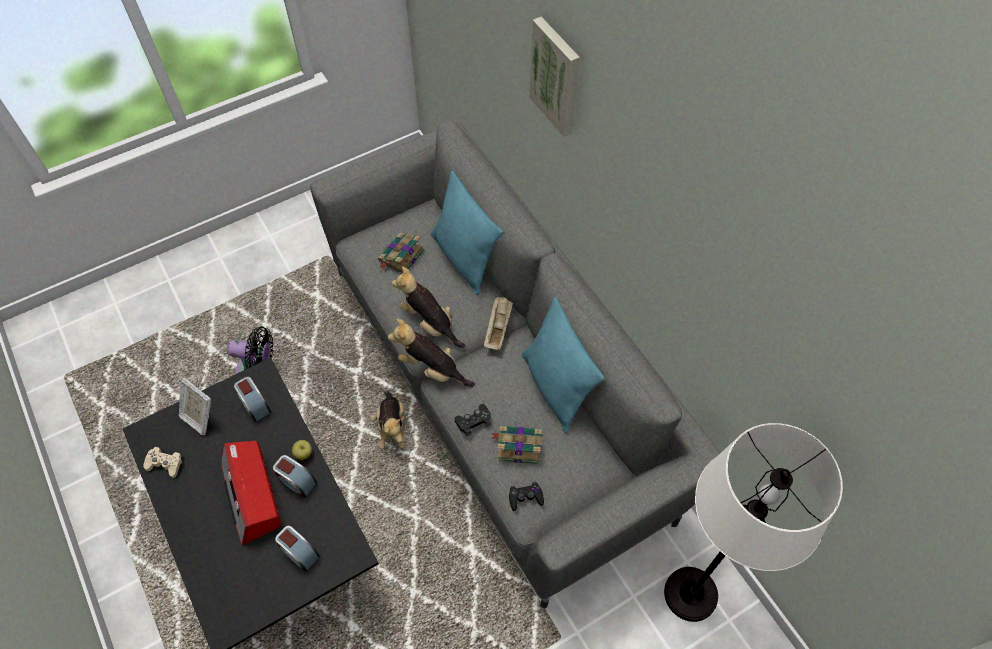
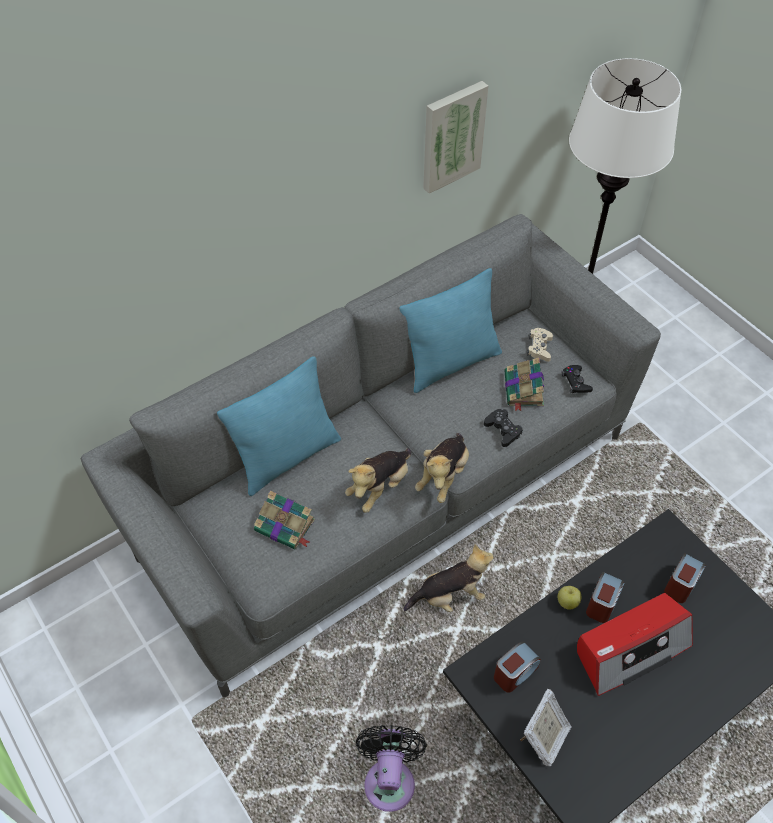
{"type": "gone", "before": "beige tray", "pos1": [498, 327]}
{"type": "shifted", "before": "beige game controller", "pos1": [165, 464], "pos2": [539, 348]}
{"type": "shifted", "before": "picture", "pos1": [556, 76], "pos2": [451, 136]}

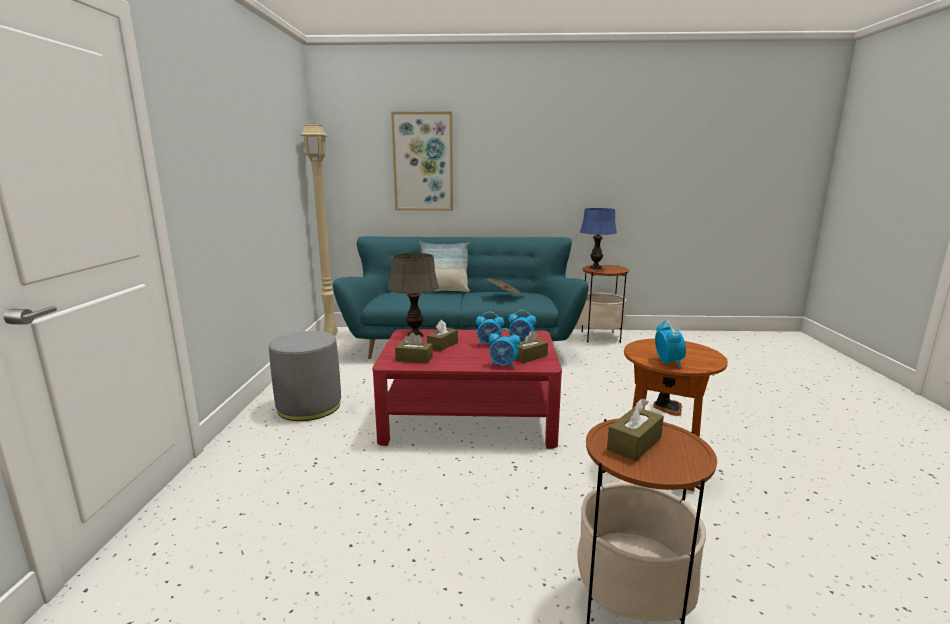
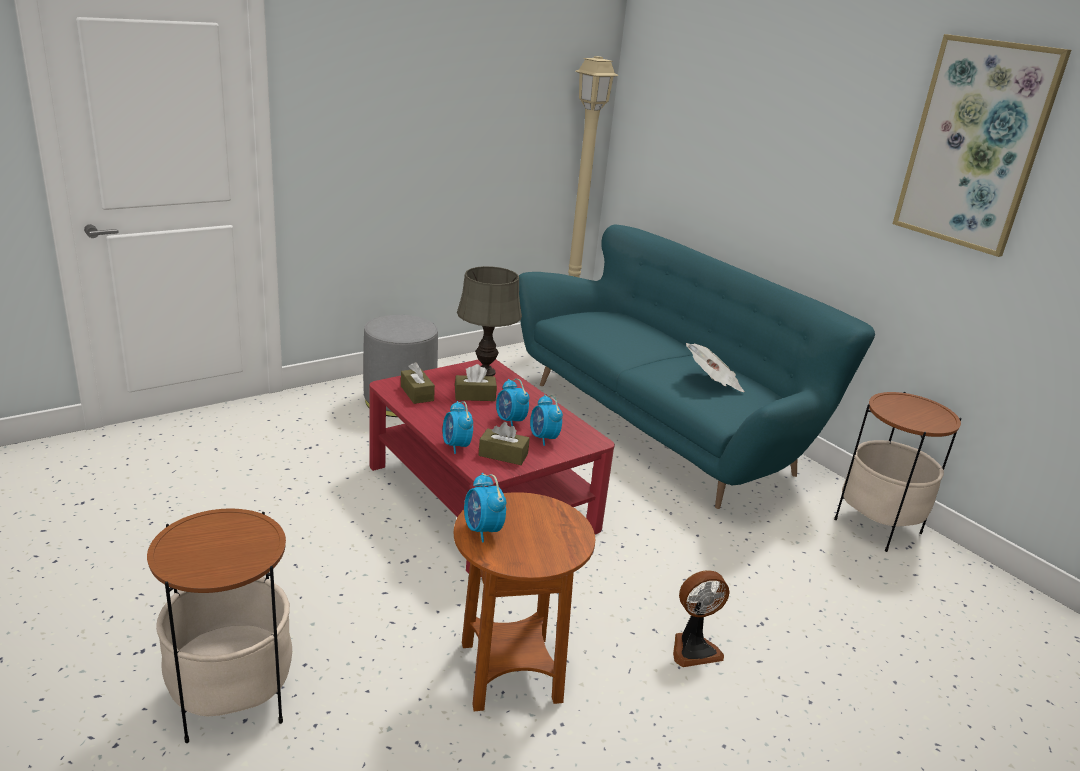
{"type": "gone", "before": "pillow", "pos1": [444, 291]}
{"type": "gone", "before": "blue table lamp", "pos1": [595, 267]}
{"type": "gone", "before": "brown tissue box", "pos1": [634, 443]}
{"type": "shifted", "before": "picture", "pos1": [423, 162], "pos2": [975, 145]}
{"type": "rotated", "before": "alarm clock", "pos1": [668, 362], "pos2": [483, 530], "turn": 105}

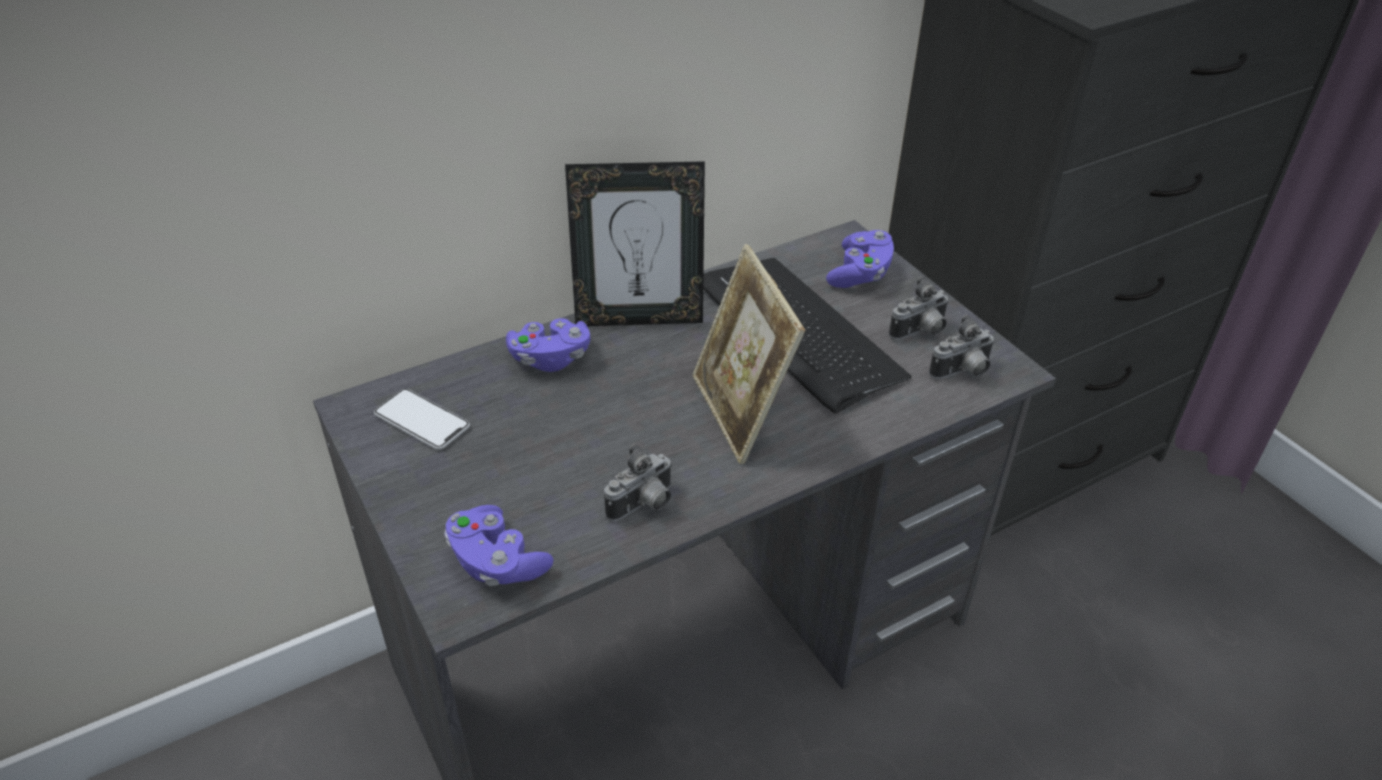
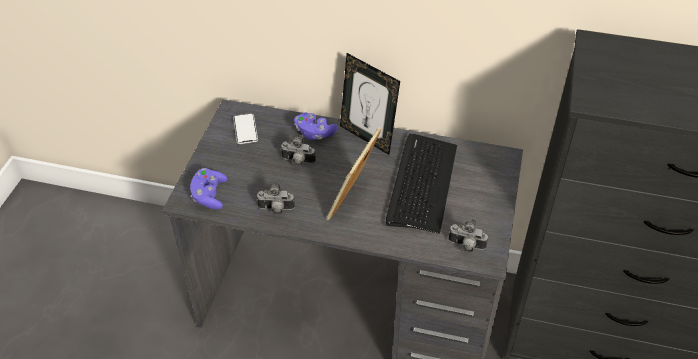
{"type": "gone", "before": "purple game controller", "pos1": [860, 274]}
{"type": "shifted", "before": "photo camera", "pos1": [920, 332], "pos2": [297, 162]}

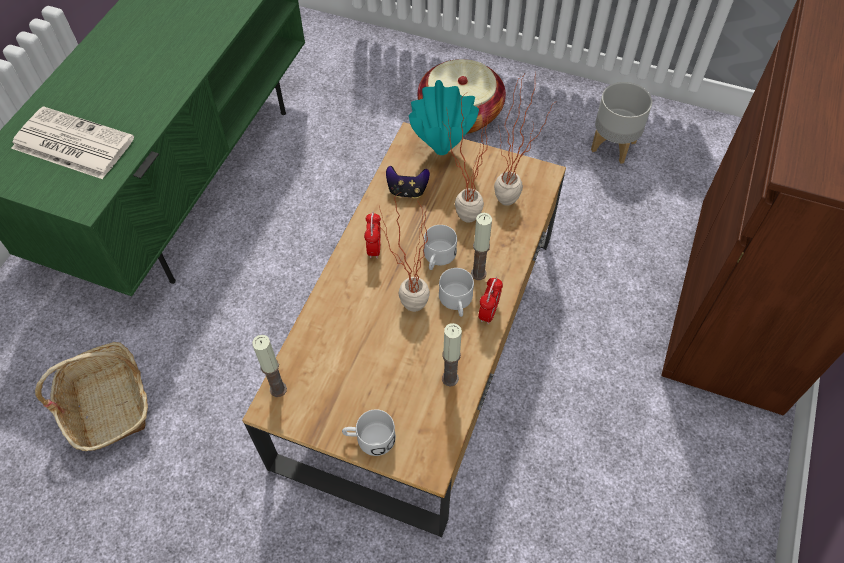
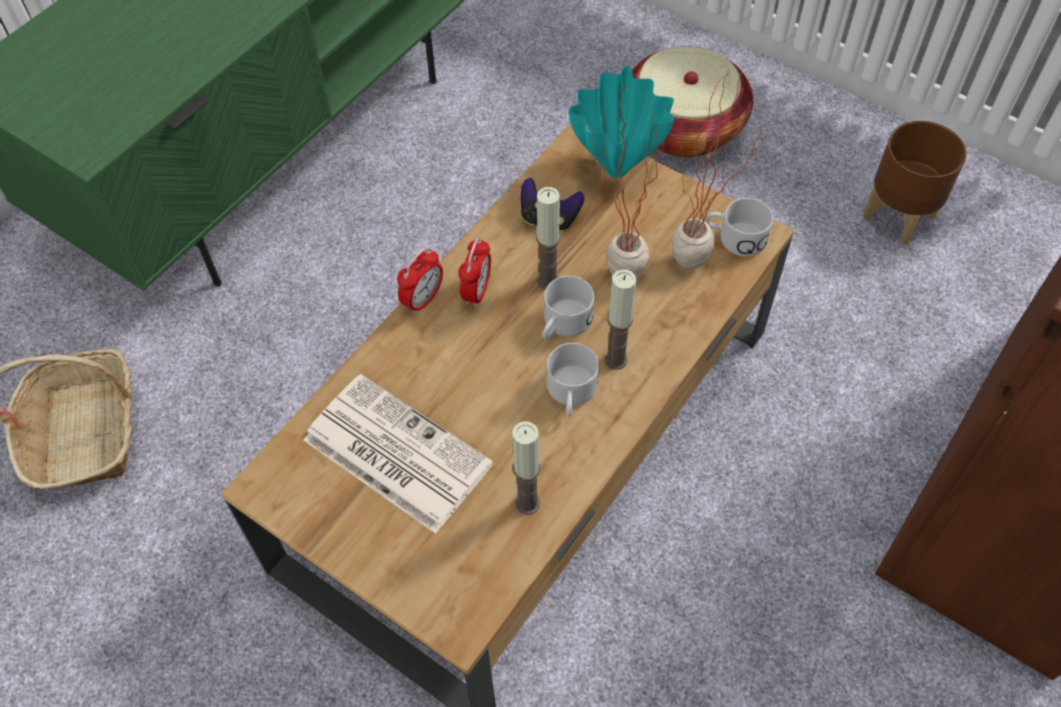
{"type": "gone", "before": "potted plant", "pos1": [404, 307]}
{"type": "shifted", "before": "newspaper", "pos1": [71, 144], "pos2": [394, 452]}
{"type": "shifted", "before": "candle", "pos1": [278, 389], "pos2": [547, 280]}
{"type": "shifted", "before": "white mug", "pos1": [369, 438], "pos2": [734, 238]}
{"type": "shifted", "before": "alarm clock", "pos1": [488, 312], "pos2": [423, 300]}
{"type": "repainted", "before": "grey planter", "after": "brown planter", "pos1": [613, 147], "pos2": [898, 217]}

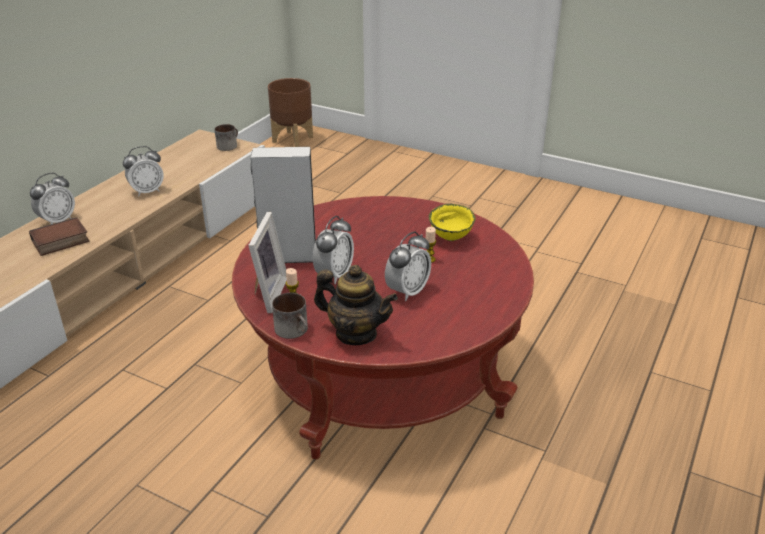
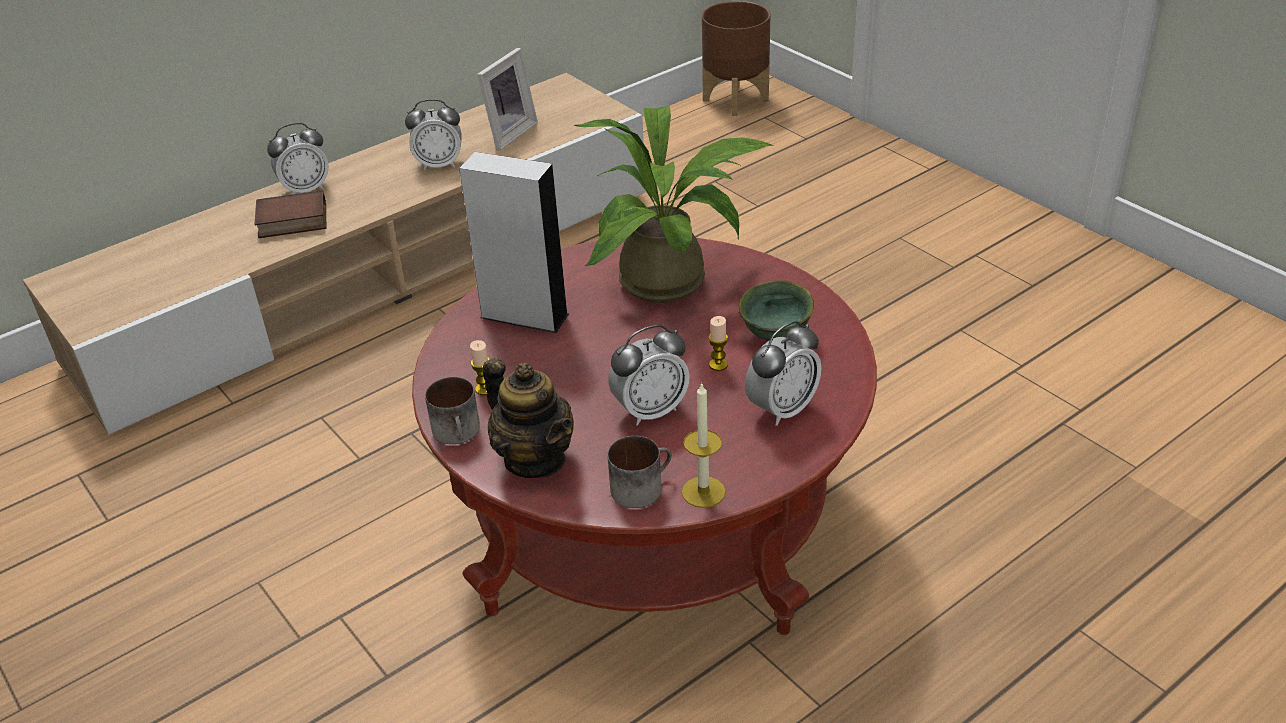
{"type": "new", "after": "potted plant", "pos2": [674, 281]}
{"type": "new", "after": "candle", "pos2": [703, 492]}
{"type": "shifted", "before": "mug", "pos1": [228, 145], "pos2": [641, 486]}
{"type": "shifted", "before": "picture frame", "pos1": [266, 293], "pos2": [507, 133]}
{"type": "shifted", "before": "alarm clock", "pos1": [334, 275], "pos2": [782, 409]}
{"type": "repainted", "before": "yellow bowl", "after": "green bowl", "pos1": [451, 238], "pos2": [777, 336]}

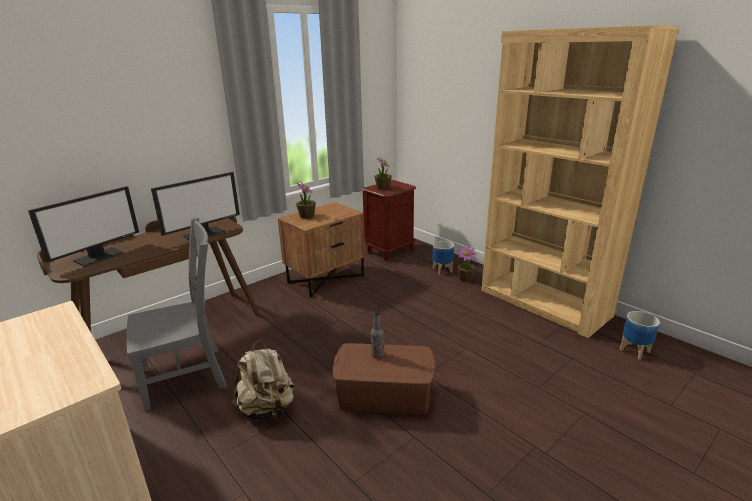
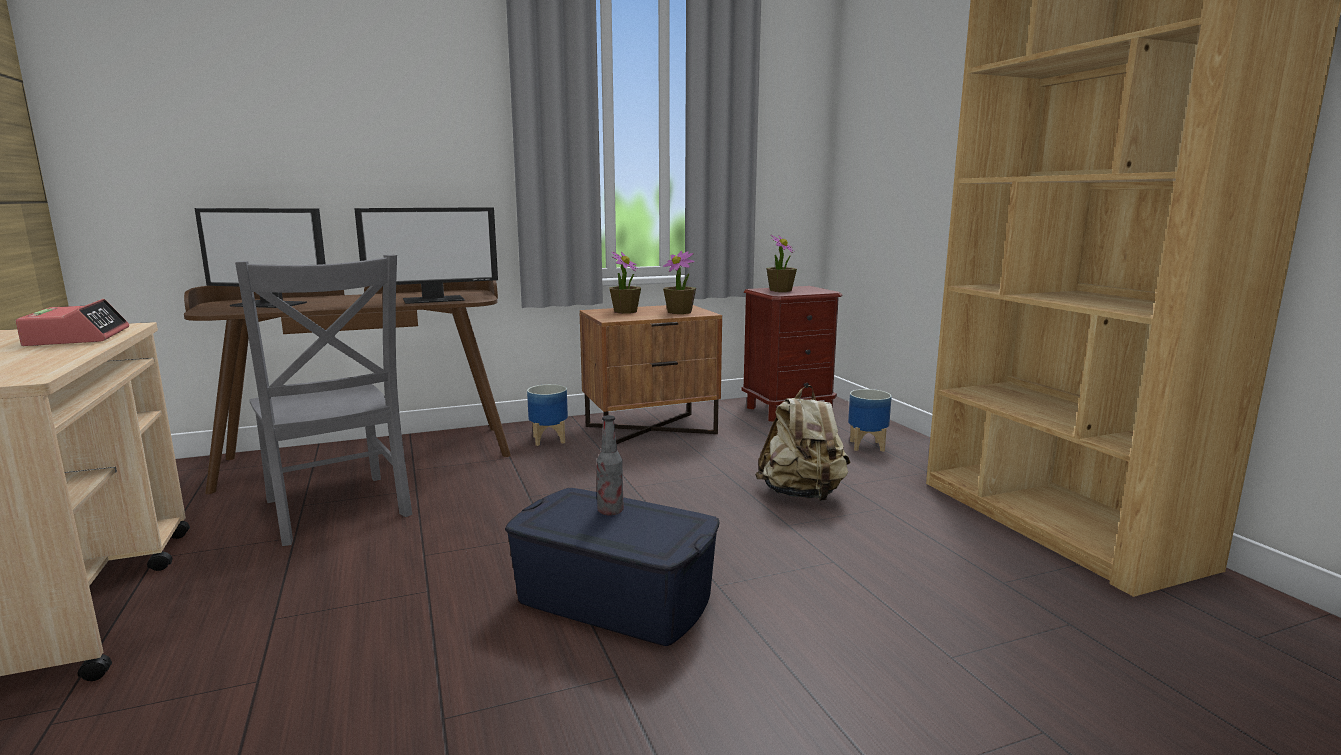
{"type": "new", "after": "alarm clock", "pos2": [78, 337]}
{"type": "shifted", "before": "beige backpack", "pos1": [267, 409], "pos2": [802, 495]}
{"type": "shifted", "before": "potted plant", "pos1": [465, 279], "pos2": [680, 312]}
{"type": "shifted", "before": "planter", "pos1": [634, 350], "pos2": [549, 440]}
{"type": "repainted", "before": "brown storage box", "after": "blue storage box", "pos1": [384, 396], "pos2": [614, 600]}
{"type": "rotated", "before": "monitor", "pos1": [98, 256], "pos2": [270, 304], "turn": 45}
{"type": "rotated", "before": "grey chair", "pos1": [188, 377], "pos2": [337, 511], "turn": 60}

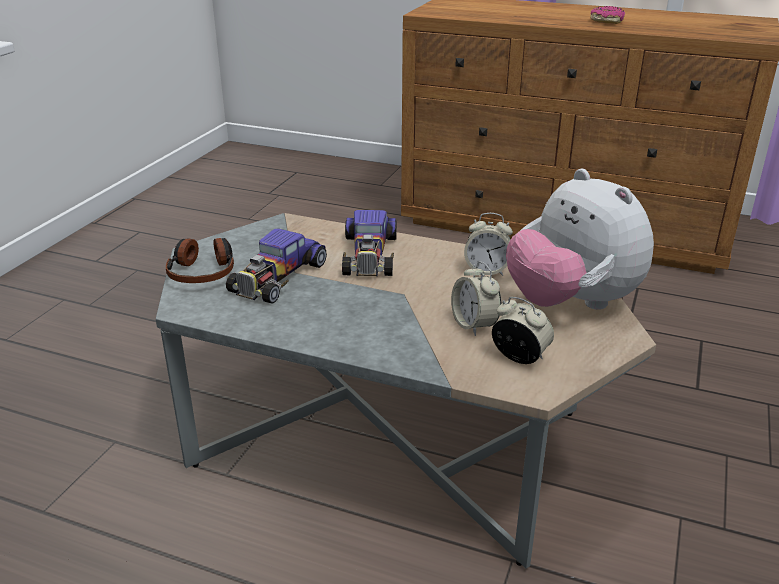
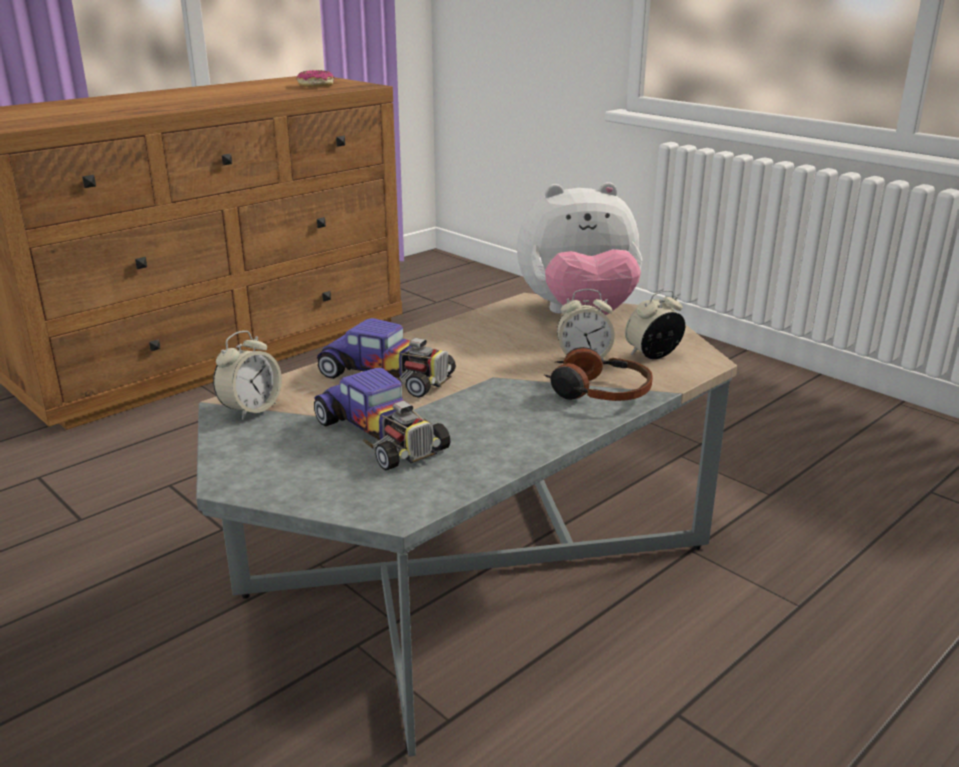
{"type": "shifted", "before": "headphones", "pos1": [203, 272], "pos2": [598, 392]}
{"type": "shifted", "before": "alarm clock", "pos1": [486, 270], "pos2": [251, 409]}
{"type": "shifted", "before": "donut", "pos1": [606, 21], "pos2": [315, 86]}

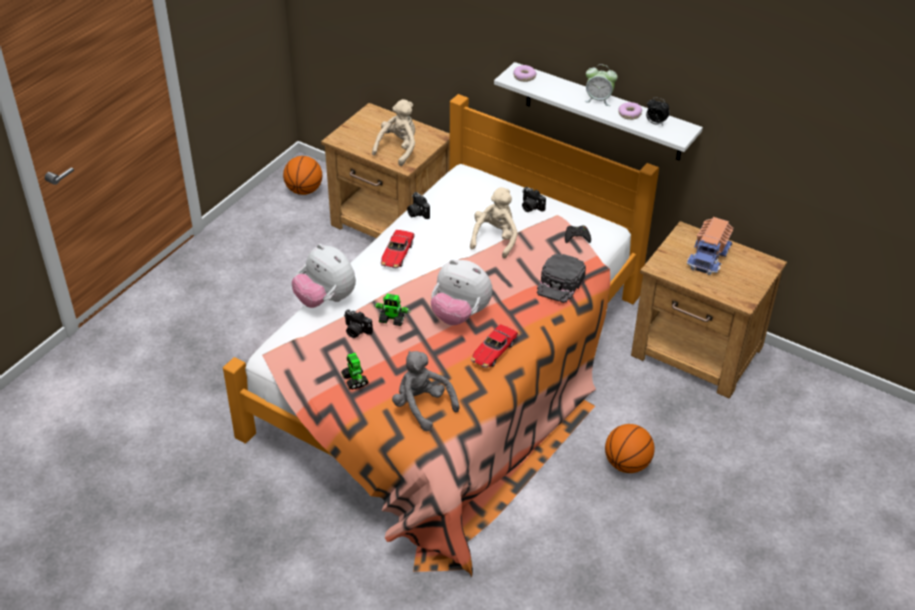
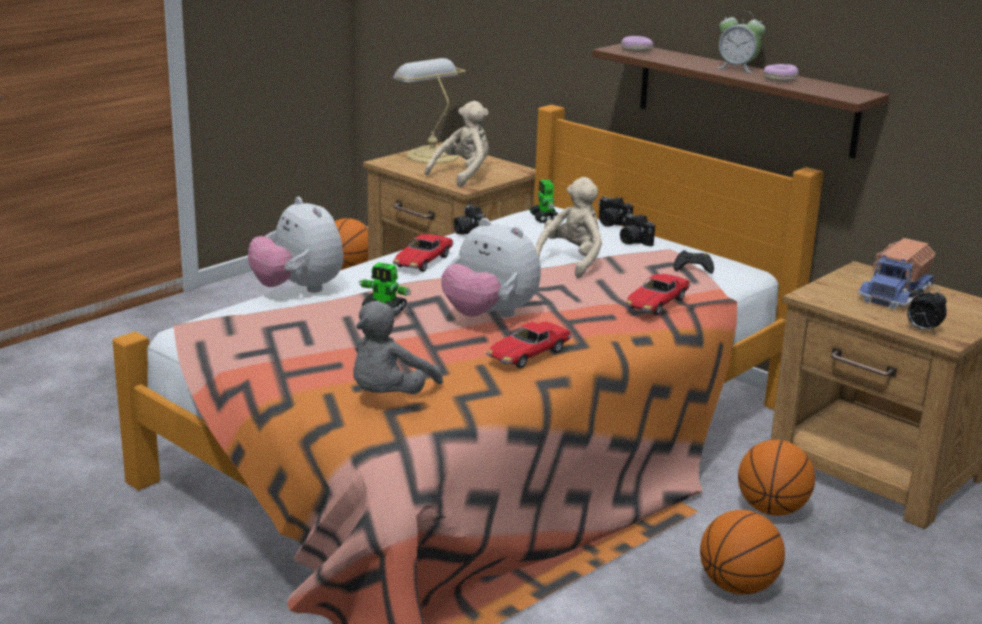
{"type": "new", "after": "table lamp", "pos2": [430, 155]}
{"type": "new", "after": "basketball", "pos2": [772, 509]}
{"type": "shifted", "before": "toy robot", "pos1": [355, 380], "pos2": [544, 219]}
{"type": "shifted", "before": "photo camera", "pos1": [356, 331], "pos2": [611, 223]}
{"type": "shifted", "before": "alarm clock", "pos1": [655, 123], "pos2": [922, 330]}
{"type": "swapped", "before": "black cap", "after": "toy car", "pos1": [560, 283], "pos2": [656, 304]}
{"type": "repainted", "before": "white shelf", "after": "brown shelf", "pos1": [603, 112], "pos2": [745, 99]}
{"type": "rotated", "before": "grey plush toy", "pos1": [422, 406], "pos2": [389, 396], "turn": -120}

